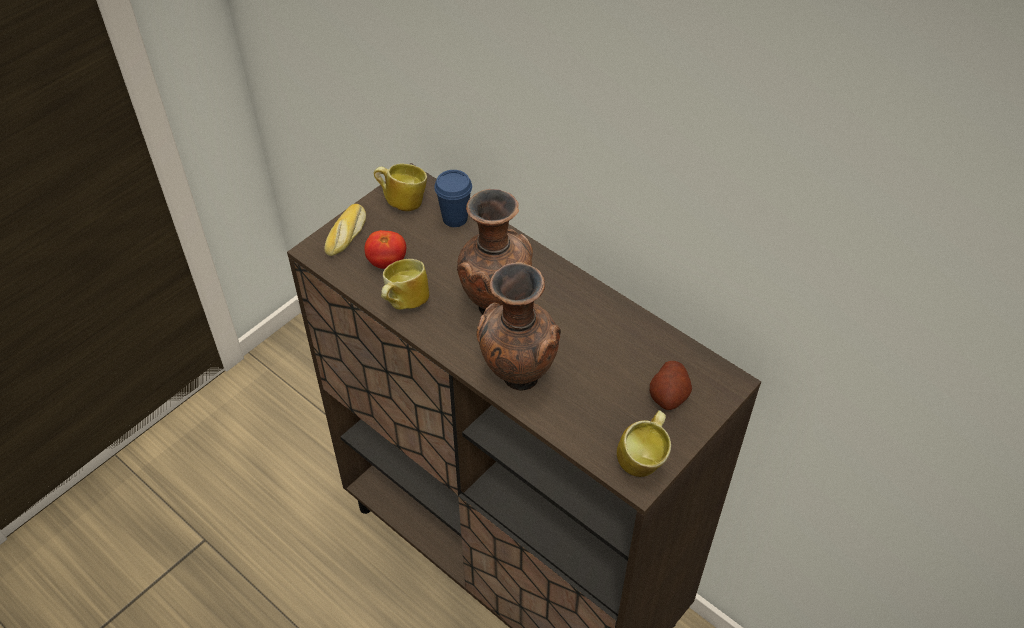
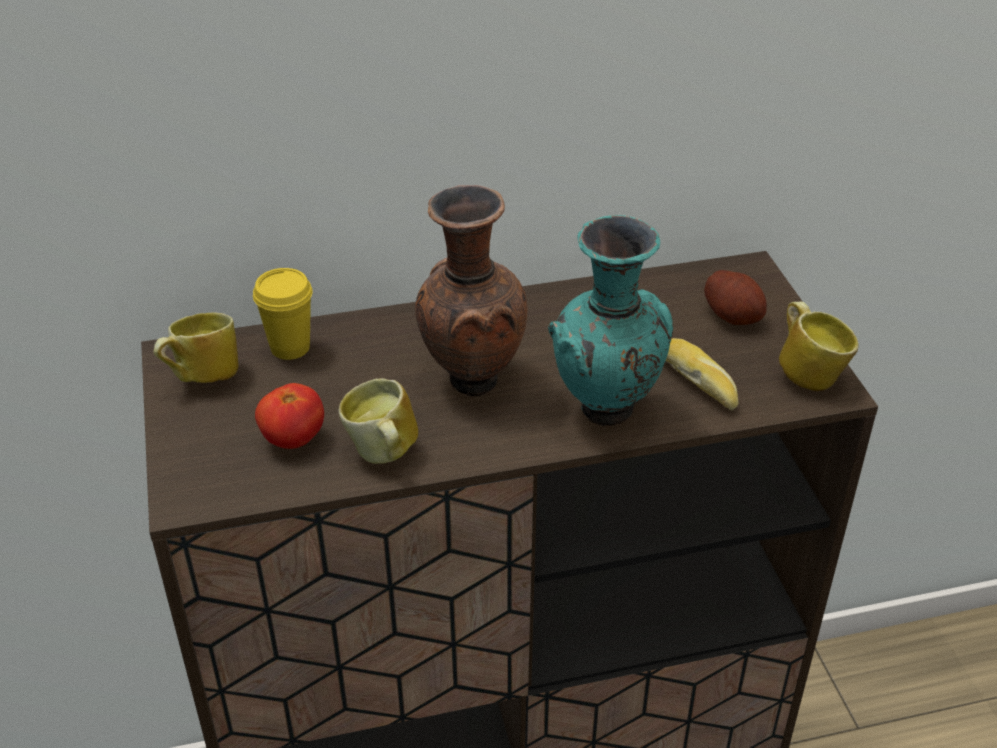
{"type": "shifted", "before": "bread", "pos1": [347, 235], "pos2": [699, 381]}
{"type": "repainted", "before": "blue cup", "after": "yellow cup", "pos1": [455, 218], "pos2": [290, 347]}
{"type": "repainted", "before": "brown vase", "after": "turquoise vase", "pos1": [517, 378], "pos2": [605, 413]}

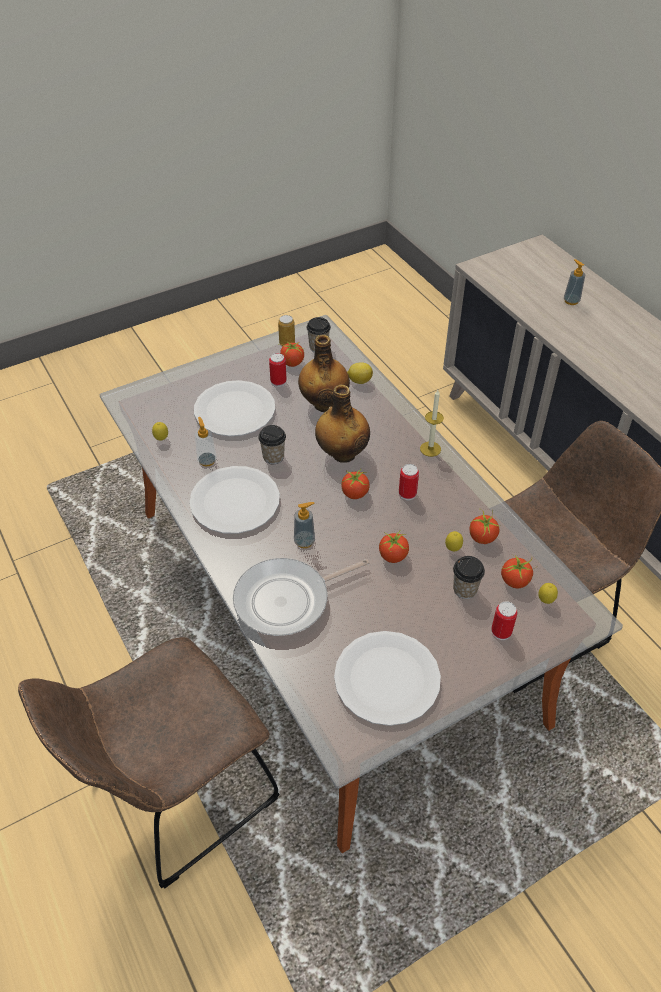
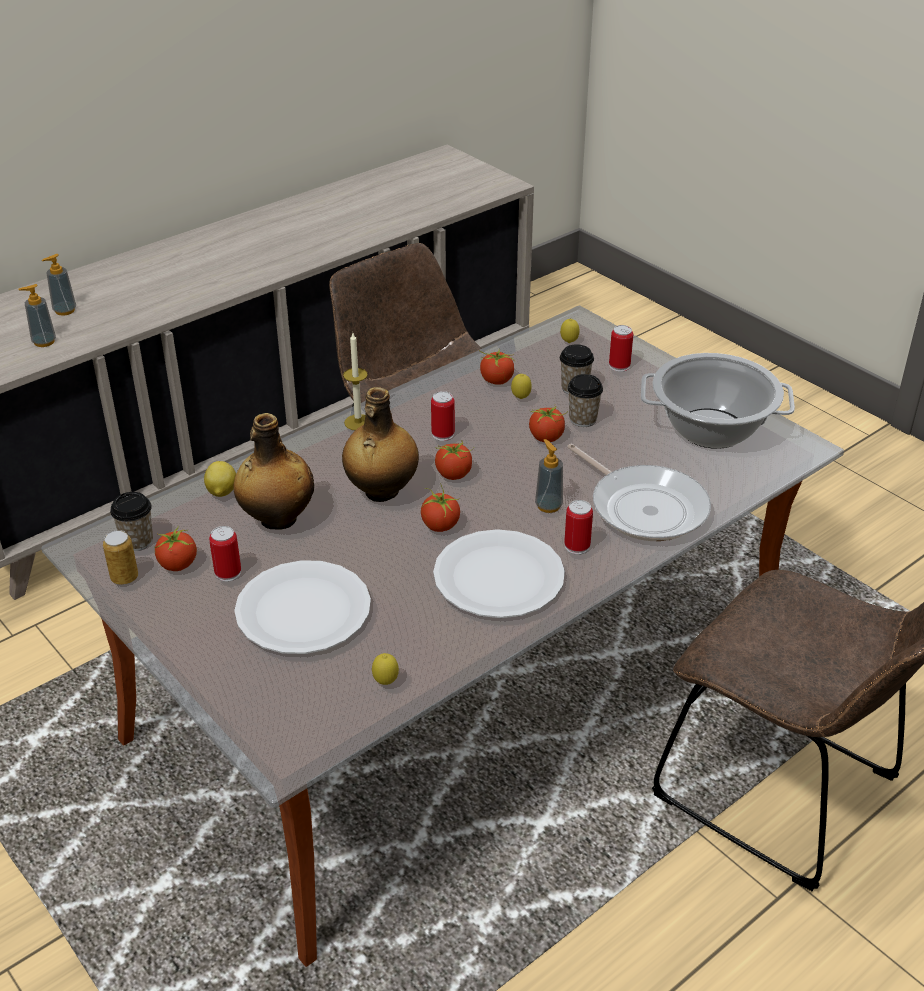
{"type": "new", "after": "can", "pos2": [577, 546]}
{"type": "shifted", "before": "soap dispenser", "pos1": [207, 460], "pos2": [44, 342]}
{"type": "shifted", "before": "cup", "pos1": [273, 457], "pos2": [583, 419]}
{"type": "shifted", "before": "tomato", "pos1": [515, 581], "pos2": [440, 525]}
{"type": "swapped", "before": "white plate", "after": "cooking pot", "pos1": [387, 679], "pos2": [712, 429]}

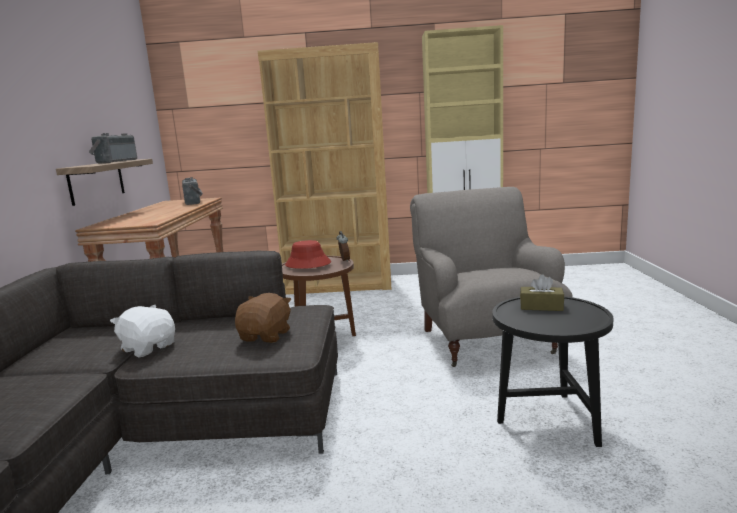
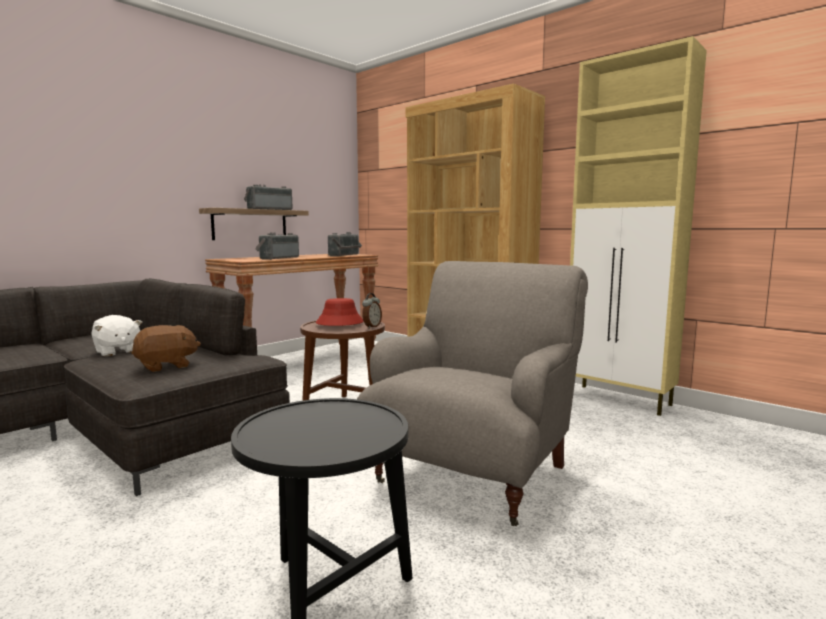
{"type": "gone", "before": "brown tissue box", "pos1": [541, 306]}
{"type": "new", "after": "radio", "pos2": [278, 258]}
{"type": "rotated", "before": "white plush toy", "pos1": [149, 348], "pos2": [117, 352], "turn": 150}

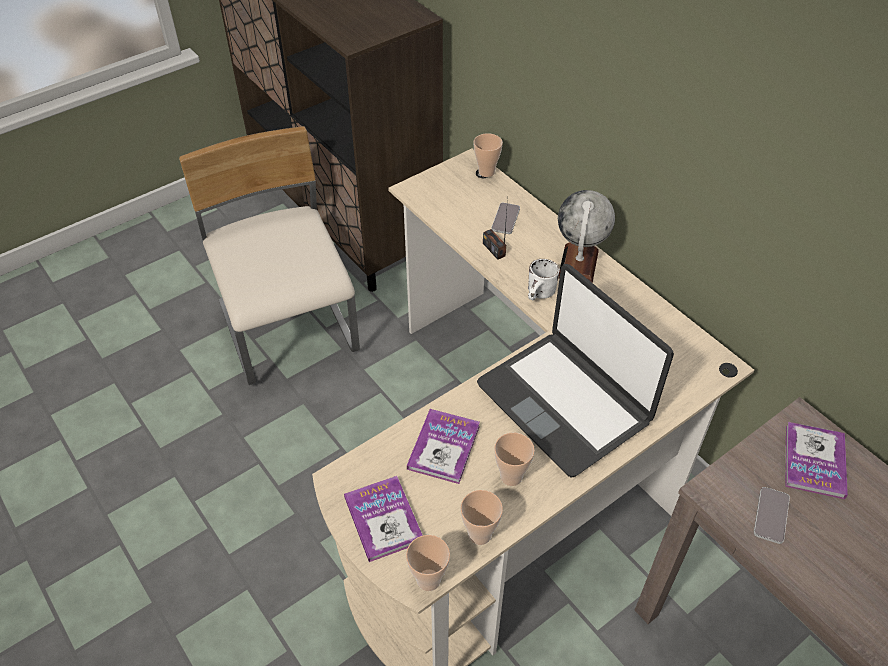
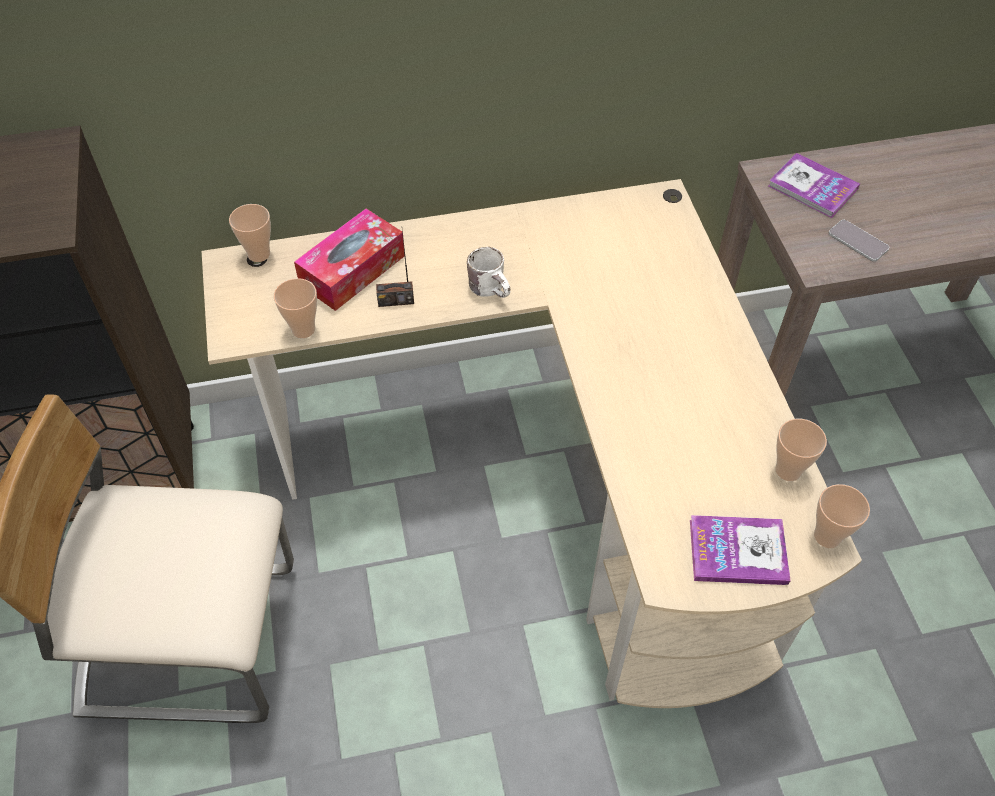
{"type": "gone", "before": "book", "pos1": [444, 447]}
{"type": "gone", "before": "laptop", "pos1": [564, 402]}
{"type": "gone", "before": "globe", "pos1": [578, 264]}
{"type": "shifted", "before": "cup", "pos1": [511, 476], "pos2": [303, 329]}
{"type": "swapped", "before": "phone", "after": "tissue box", "pos1": [505, 219], "pos2": [352, 270]}

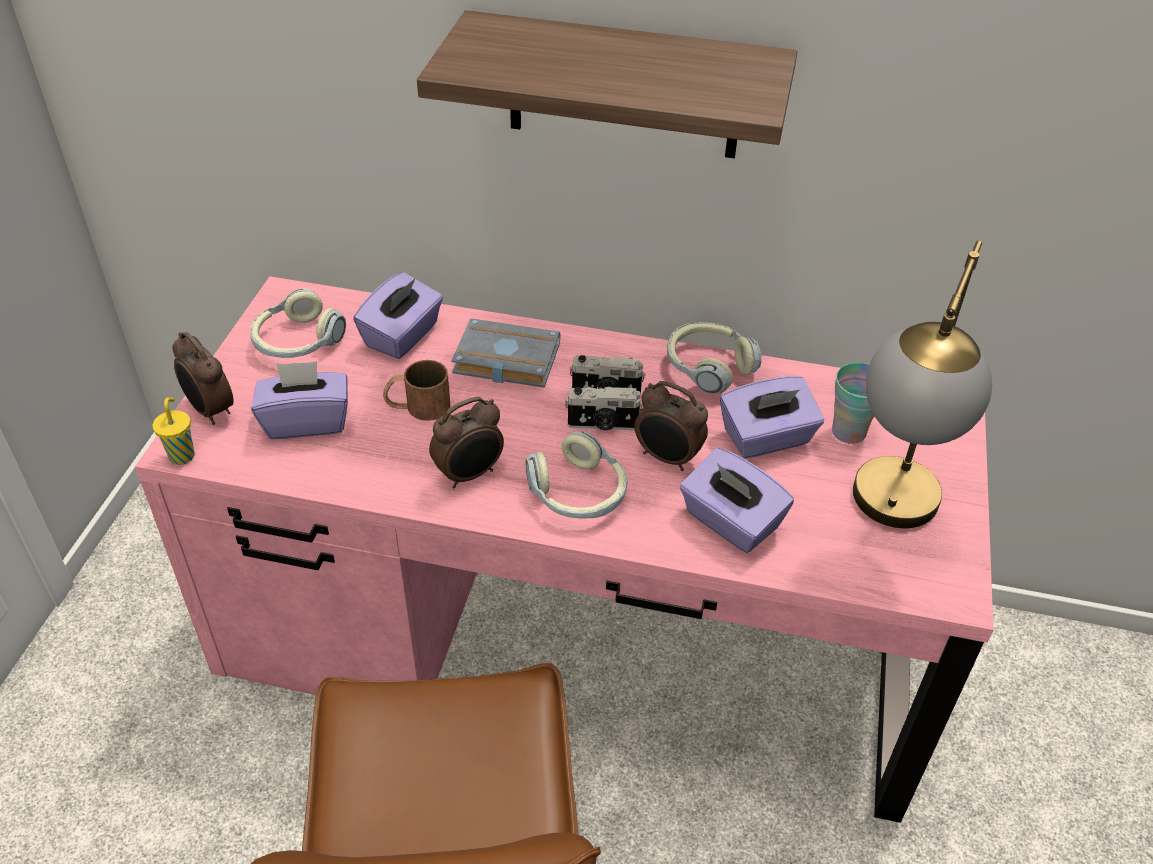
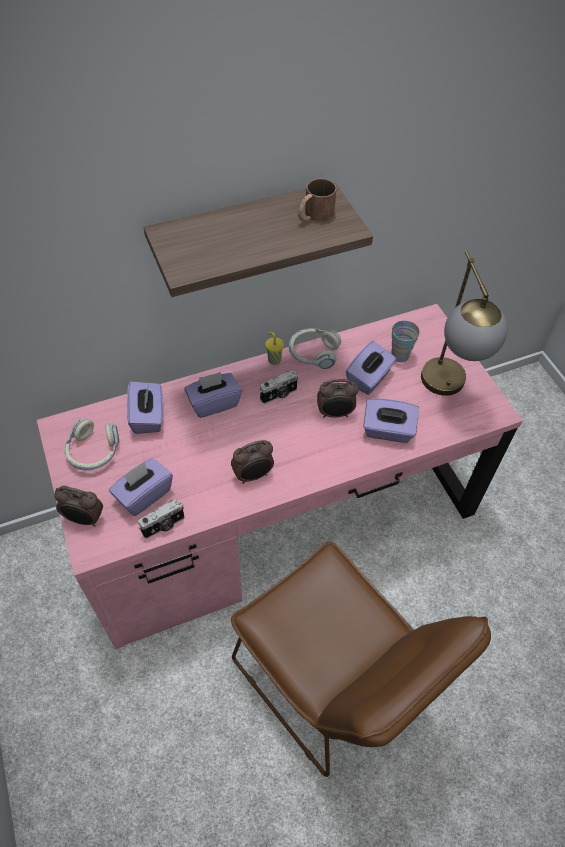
{"type": "gone", "before": "headphones", "pos1": [578, 493]}
{"type": "shifted", "before": "yellow cup", "pos1": [182, 455], "pos2": [274, 359]}
{"type": "shifted", "before": "brown mug", "pos1": [417, 407], "pos2": [314, 215]}
{"type": "shifted", "before": "photo camera", "pos1": [603, 425], "pos2": [164, 526]}
{"type": "swapped", "before": "grey book", "after": "purple tissue box", "pos1": [504, 361], "pos2": [214, 403]}
{"type": "rotated", "before": "alarm clock", "pos1": [470, 474], "pos2": [253, 475], "turn": 45}

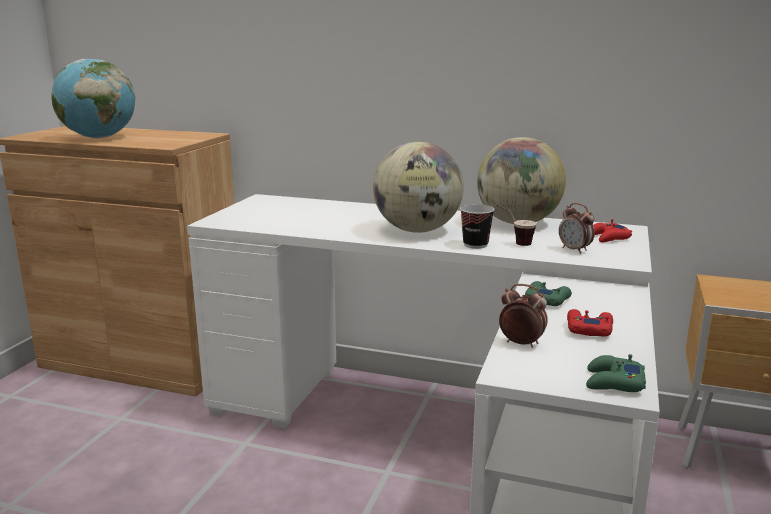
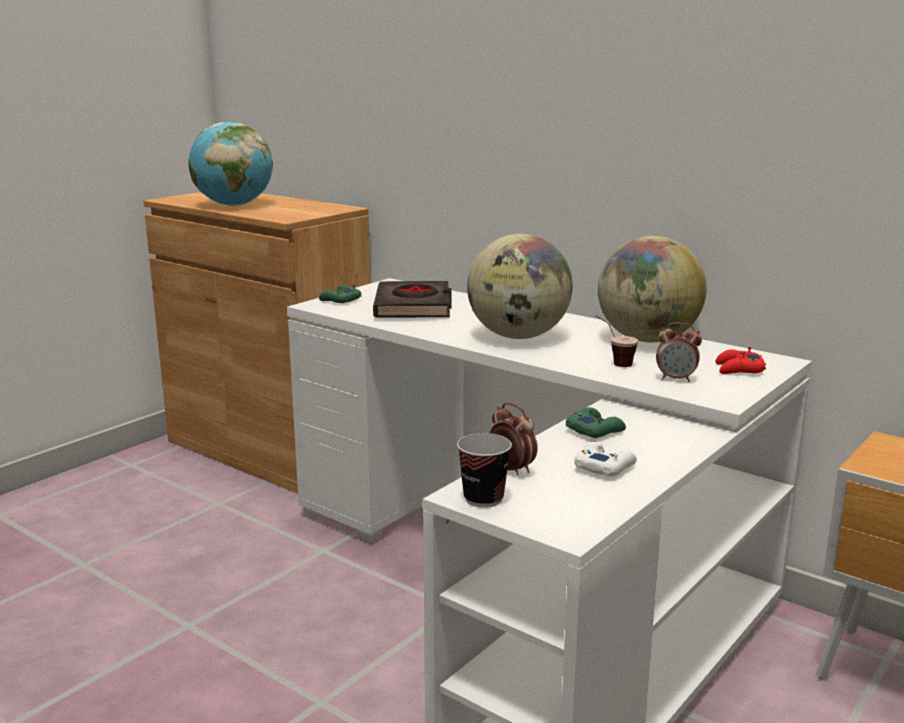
{"type": "new", "after": "black book", "pos2": [413, 307]}
{"type": "shifted", "before": "cup", "pos1": [475, 245], "pos2": [483, 499]}
{"type": "shifted", "before": "green game controller", "pos1": [613, 382], "pos2": [340, 300]}
{"type": "repainted", "before": "red game controller", "after": "white game controller", "pos1": [588, 329], "pos2": [604, 467]}
{"type": "rotated", "before": "alarm clock", "pos1": [575, 250], "pos2": [676, 379], "turn": -60}

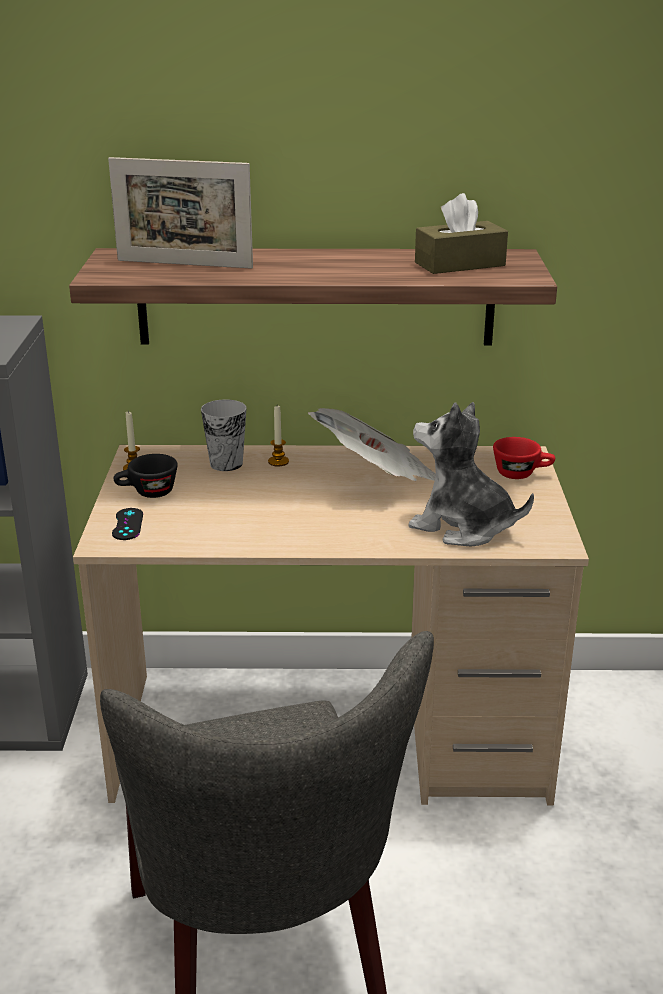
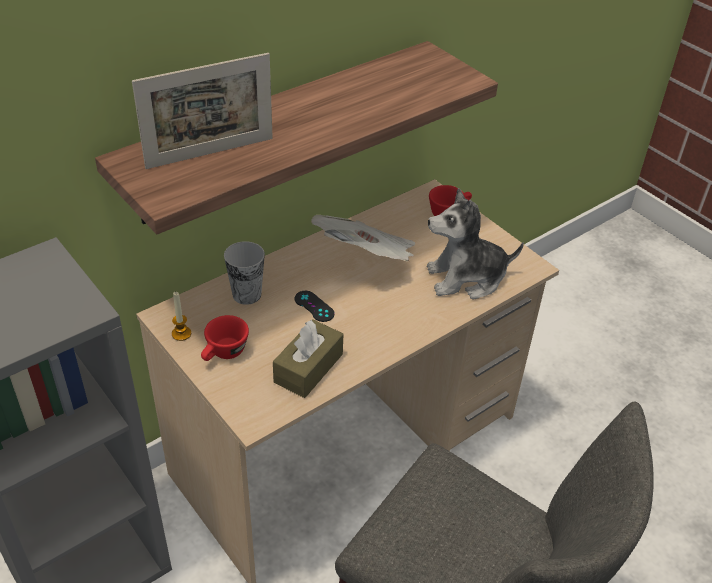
{"type": "gone", "before": "candle", "pos1": [278, 461]}
{"type": "shifted", "before": "black game controller", "pos1": [127, 524], "pos2": [314, 306]}
{"type": "shifted", "before": "brown tissue box", "pos1": [459, 264], "pos2": [308, 368]}
{"type": "repainted", "before": "black cup", "after": "red cup", "pos1": [147, 493], "pos2": [224, 354]}

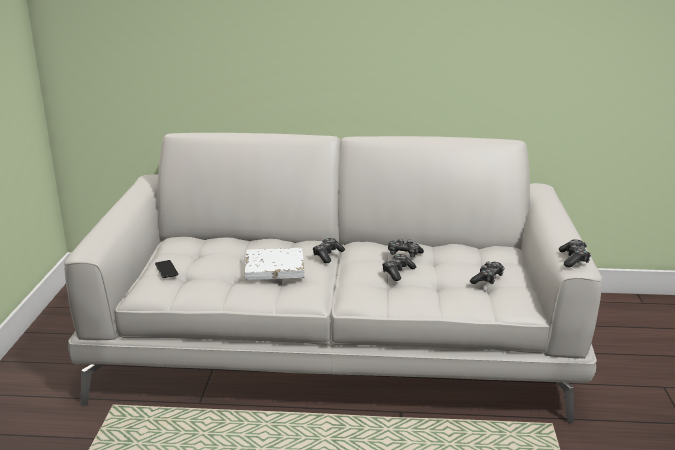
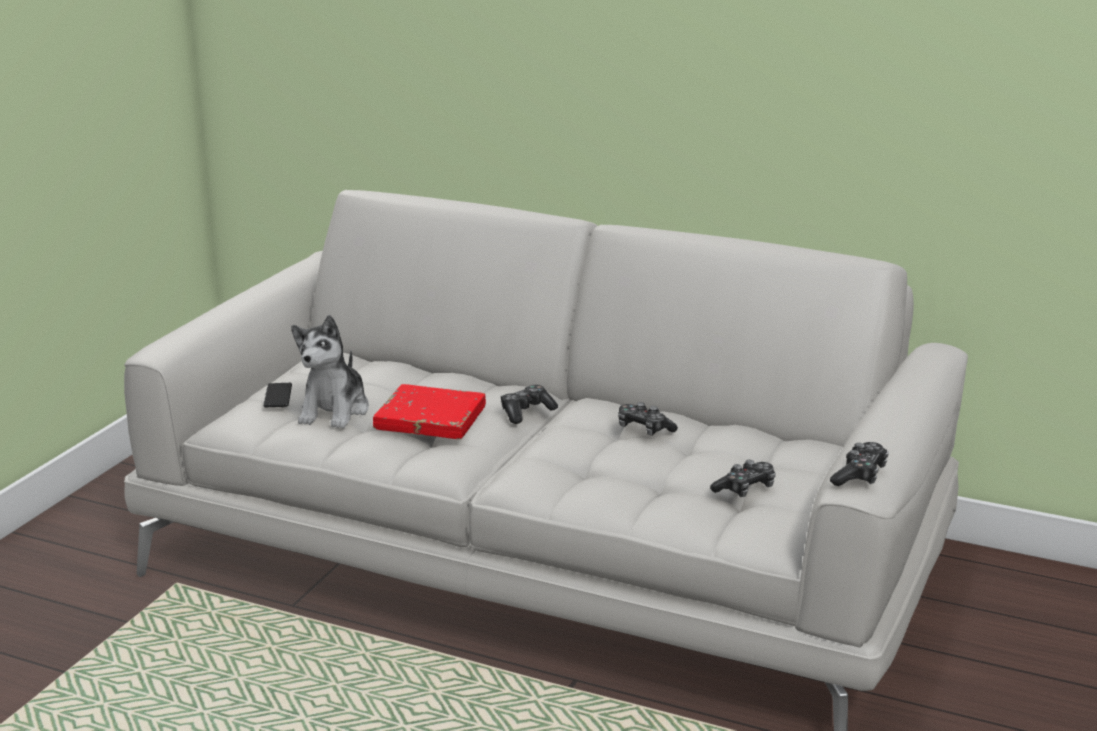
{"type": "gone", "before": "game controller", "pos1": [397, 272]}
{"type": "new", "after": "plush toy", "pos2": [335, 411]}
{"type": "repainted", "before": "white book", "after": "red book", "pos1": [274, 268], "pos2": [430, 419]}

